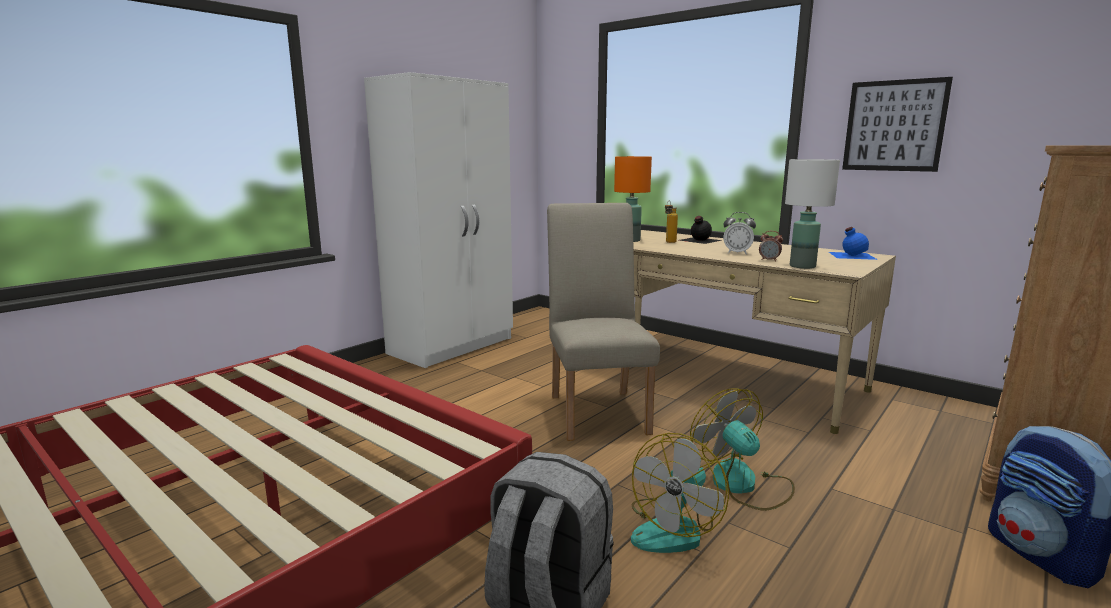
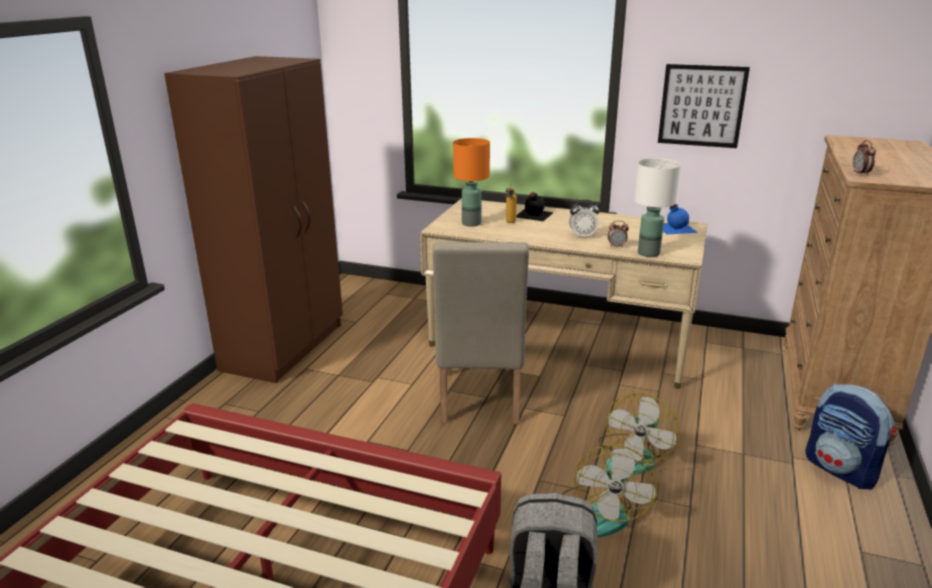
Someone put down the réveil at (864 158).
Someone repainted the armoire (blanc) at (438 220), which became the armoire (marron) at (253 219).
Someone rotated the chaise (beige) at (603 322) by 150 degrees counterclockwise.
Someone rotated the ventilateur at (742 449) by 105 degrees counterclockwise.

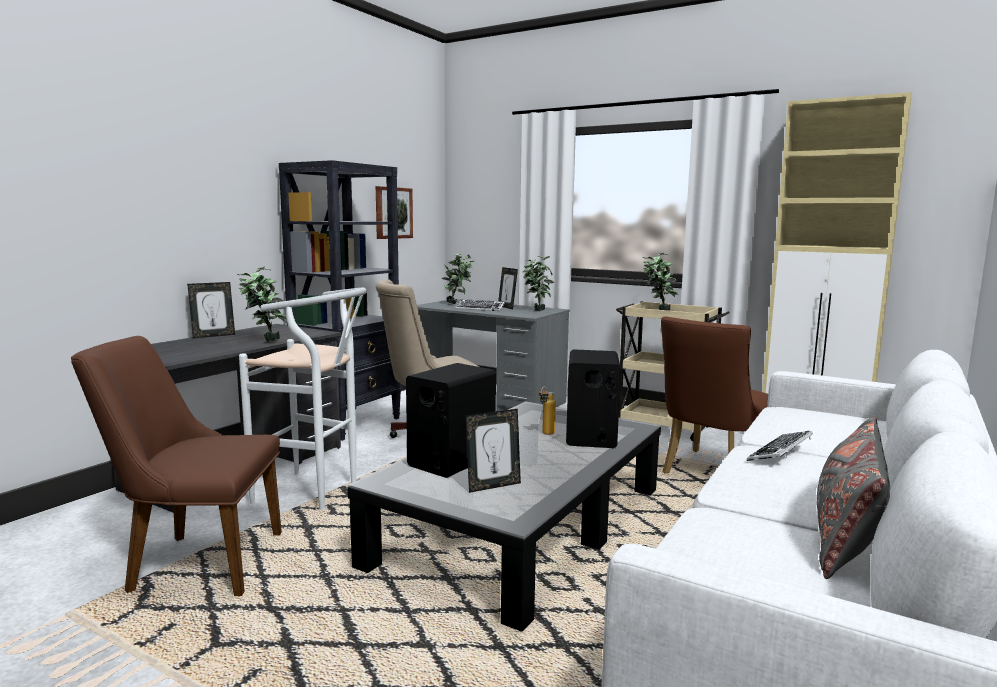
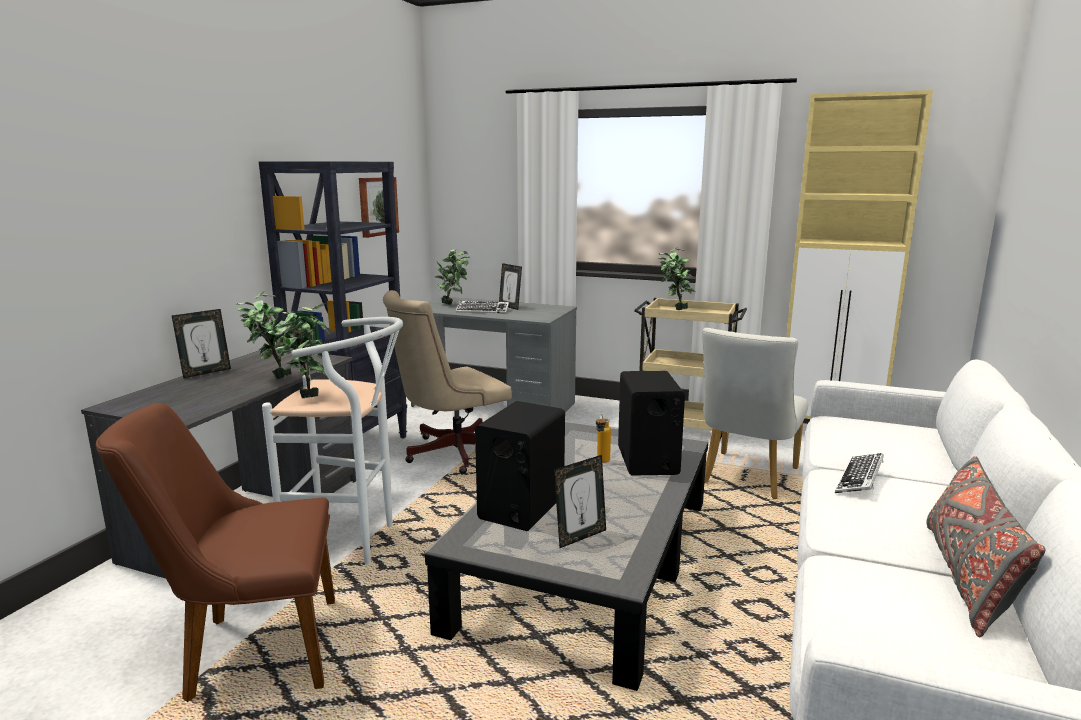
Someone carried the plante en pot from (538 283) to (302 350).
Someone repainted the chaise (marron) at (714 394), which became the chaise (blanc) at (755 413).

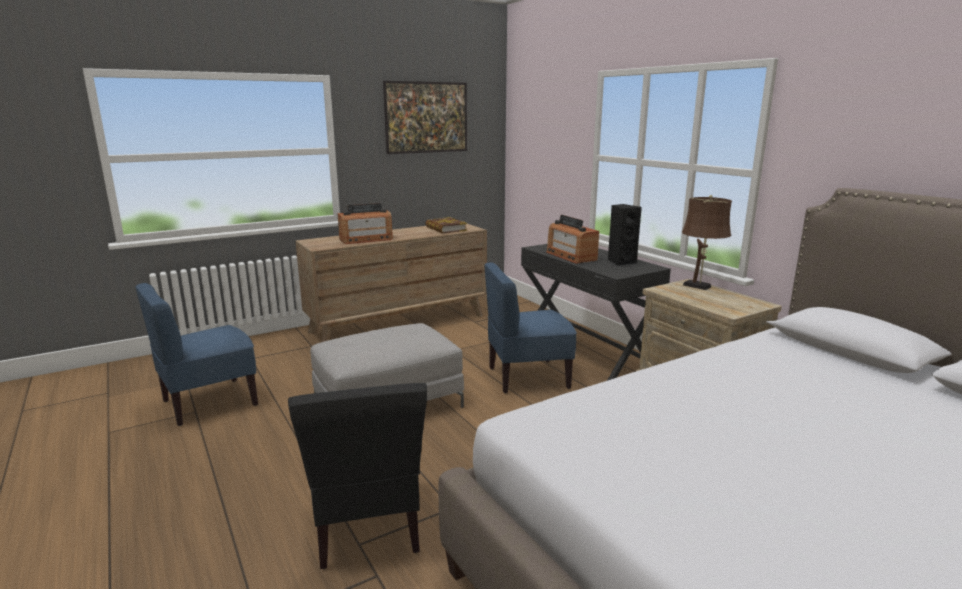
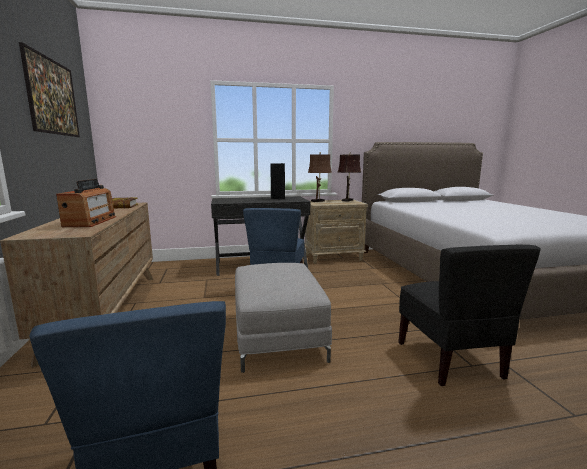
Someone took away the radio at (572 239).
Someone put down the lampe de table (marron) at (349 177).
Someone rotated the chaise (noir) at (357 476) by 75 degrees clockwise.

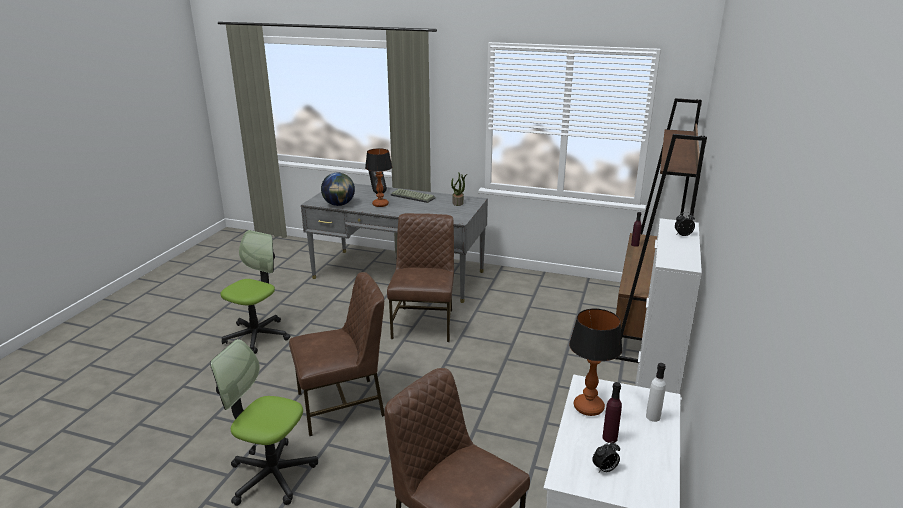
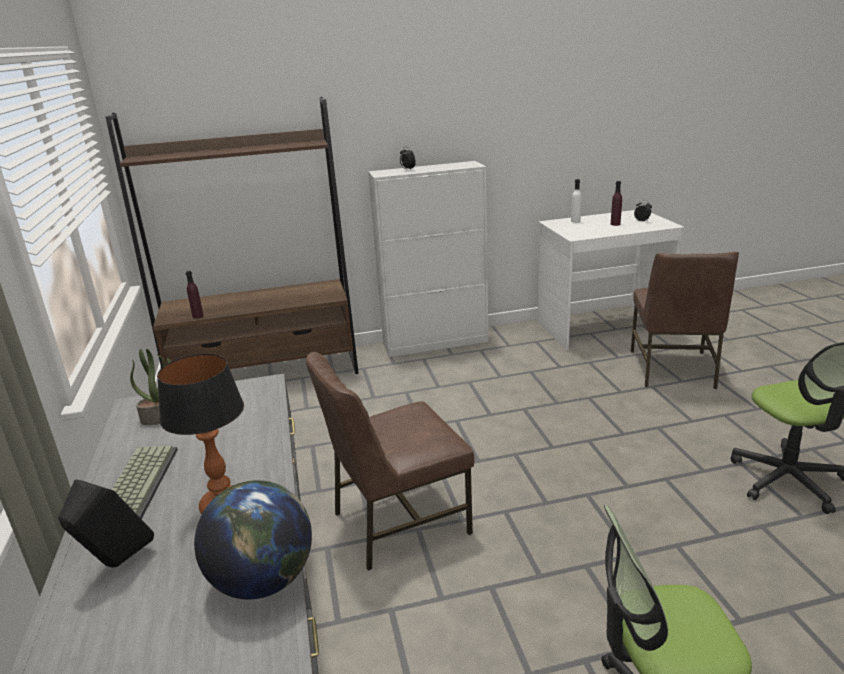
Someone took away the chaise (marron) at (336 354).
Someone took away the lampe de table at (595 362).

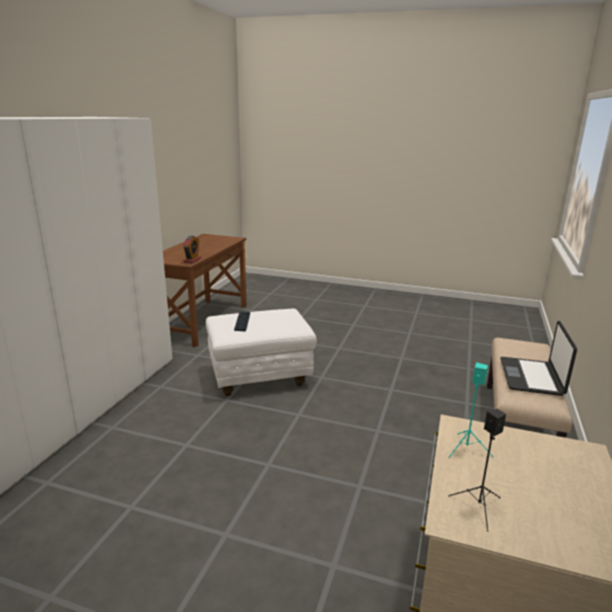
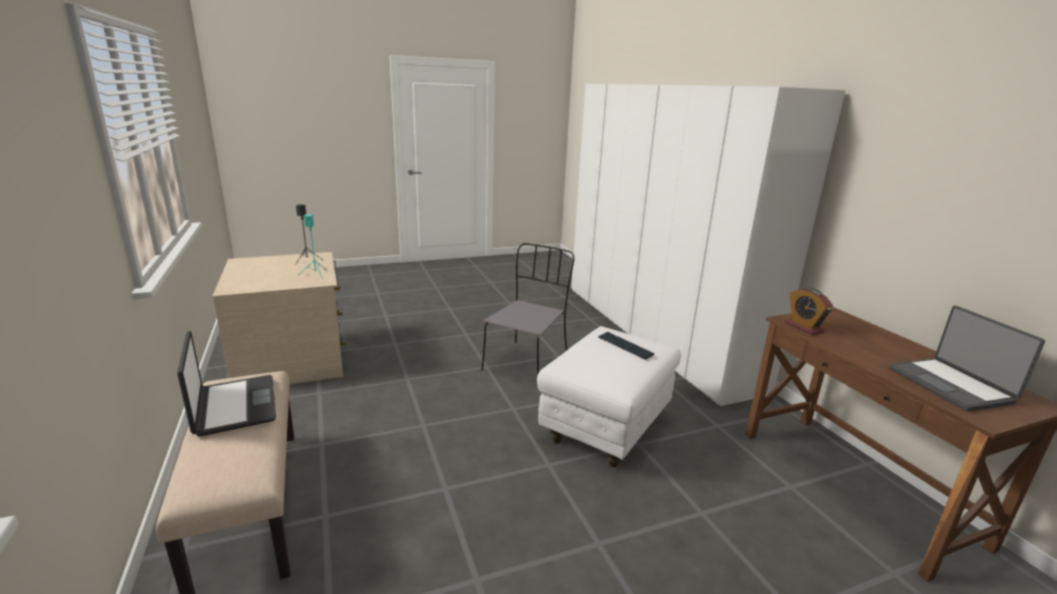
Someone put down the chaise (gris) at (527 308).
Someone put down the ordinateur portable at (967 359).

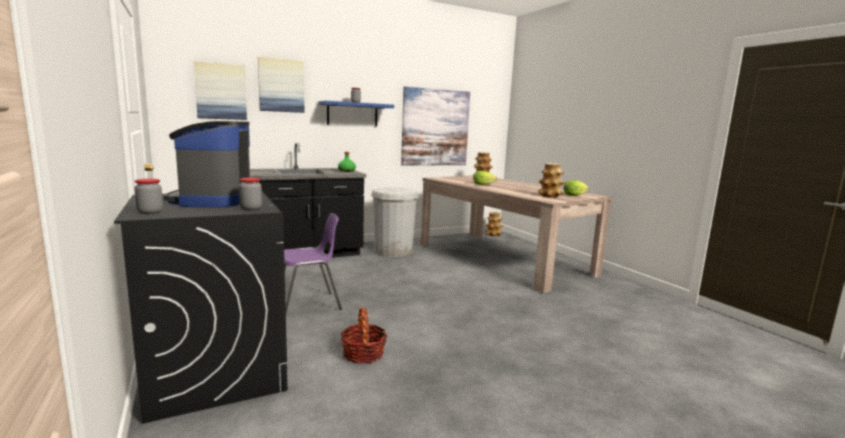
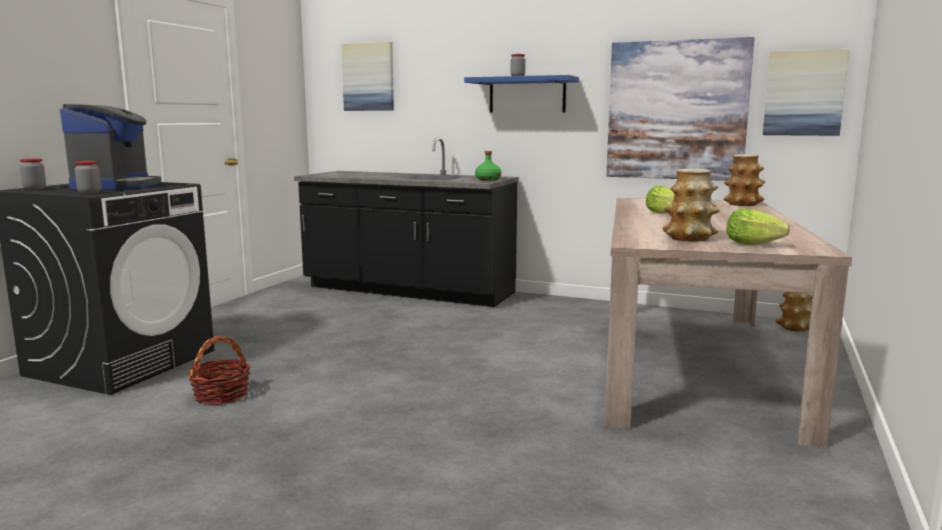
Someone took away the chaise (violet) at (313 263).
Someone took away the poubelle (blanc) at (395 222).
Someone carried the tableau from (281 85) to (806 92).
Someone rotated the machine à café at (207 164) by 135 degrees clockwise.

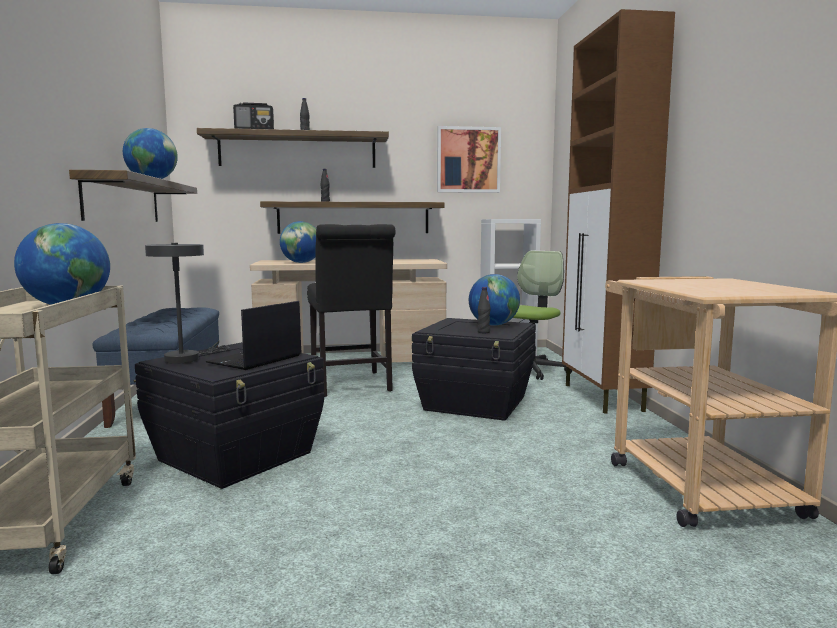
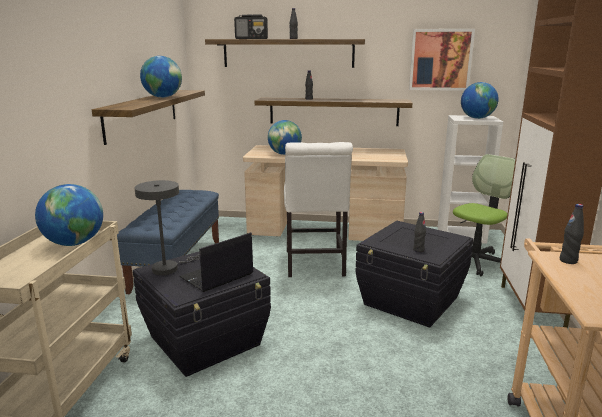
Someone put down the bouteille (noir) at (572 234).
Someone carried the globe from (494 300) to (480 100).
Someone repainted the chaise (noir) at (351 310), which became the chaise (blanc) at (318 209).

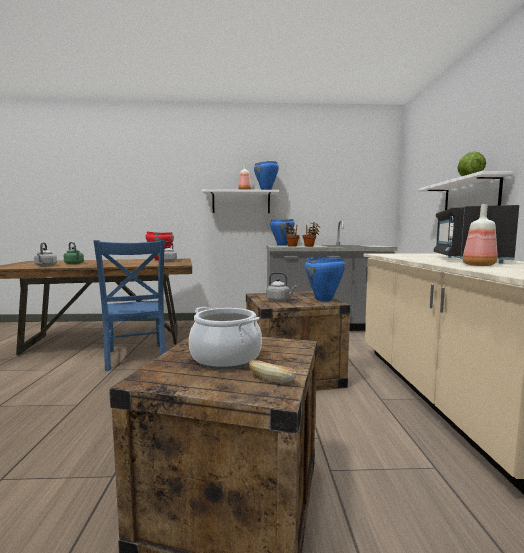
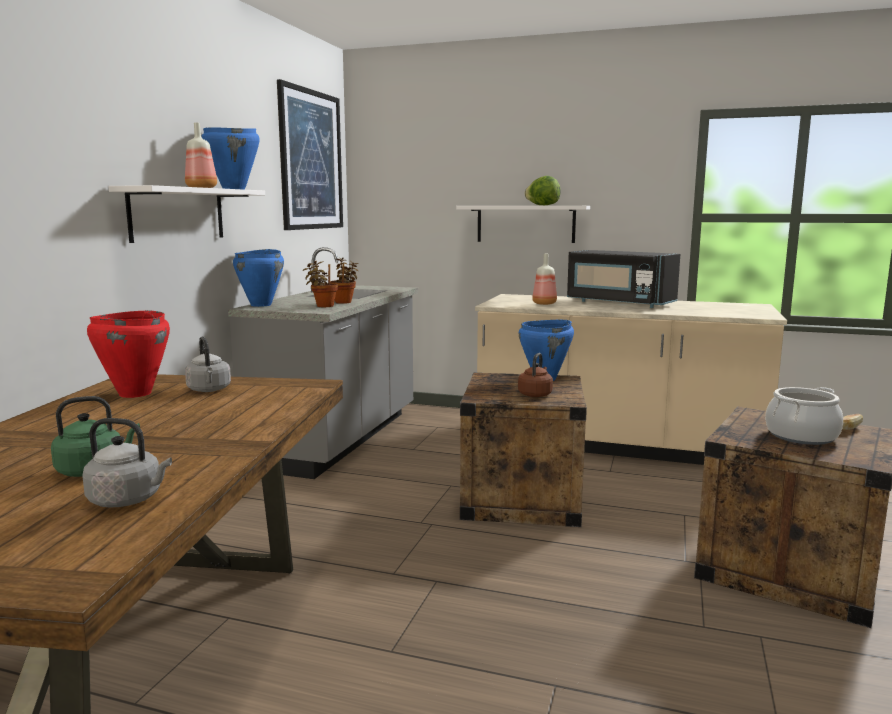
Someone took away the chaise (bleu) at (129 305).
Someone put up the tableau at (310 154).
Someone carried the bouteille from (480 235) to (544 279).
Someone repainted the bouilloire (gris) at (281 287), which became the bouilloire (marron) at (535 375).

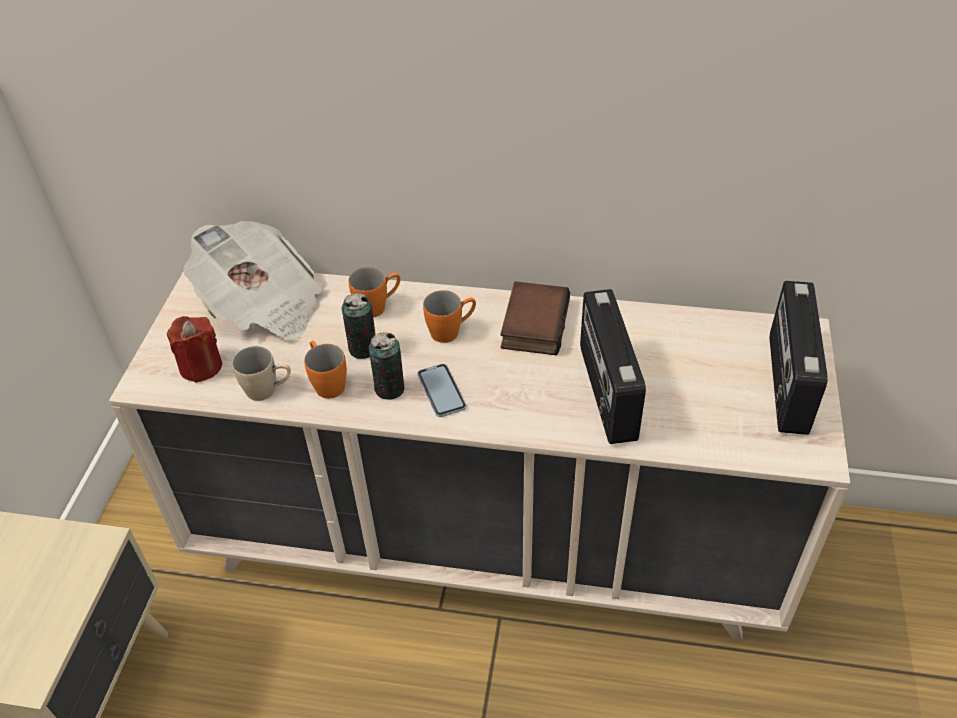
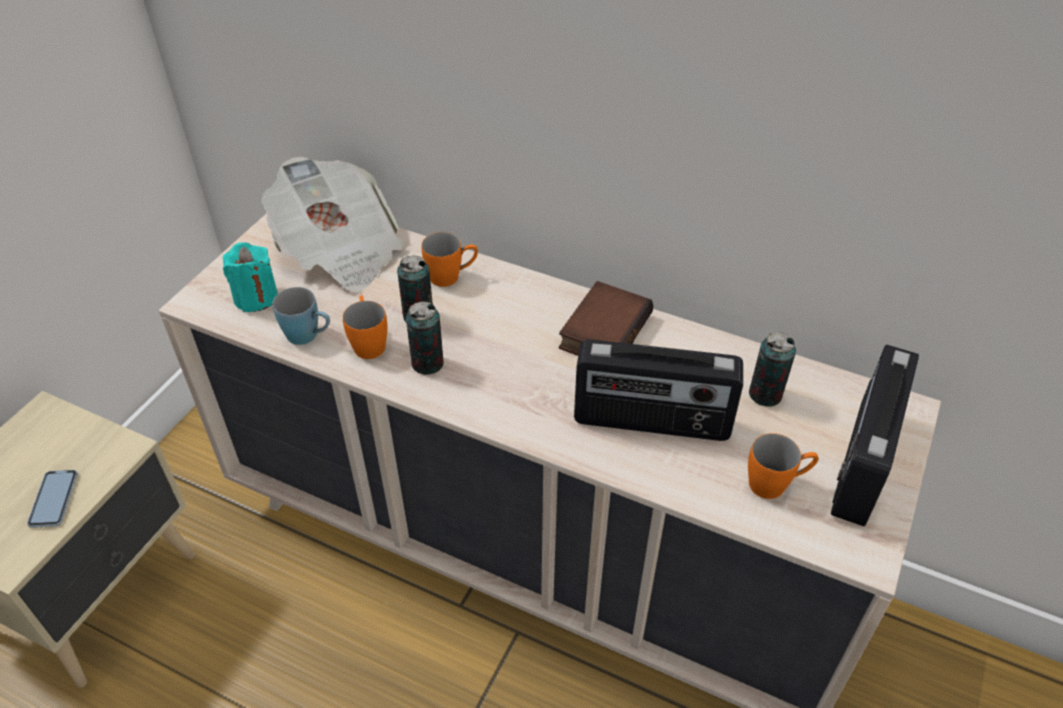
Someone put down the boîte métallique at (772 369).
Someone carried the téléphone from (442 390) to (52 499).
Someone carried the mug (orange) from (449 316) to (783 466).
Someone repainted the bougie (rouge) at (194 349), which became the bougie (turquoise) at (250 277).
Someone repainted the mug (beige) at (261 373), which became the mug (bleu) at (301 316).
Someone rotated the radio at (613 366) by 90 degrees counterclockwise.

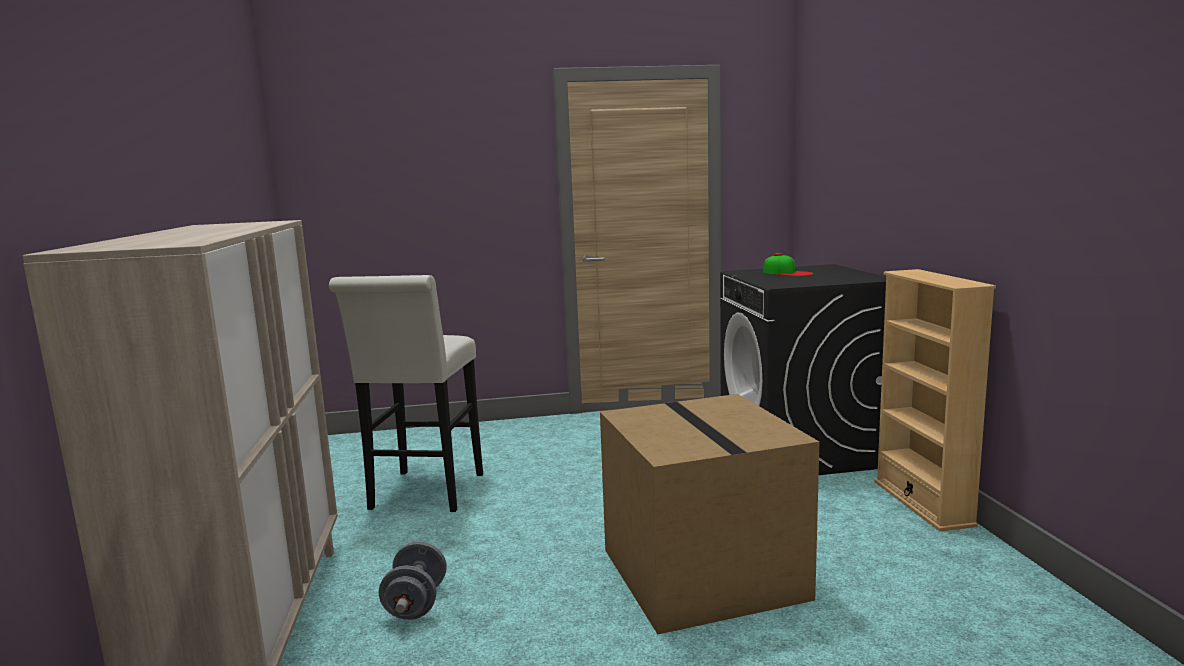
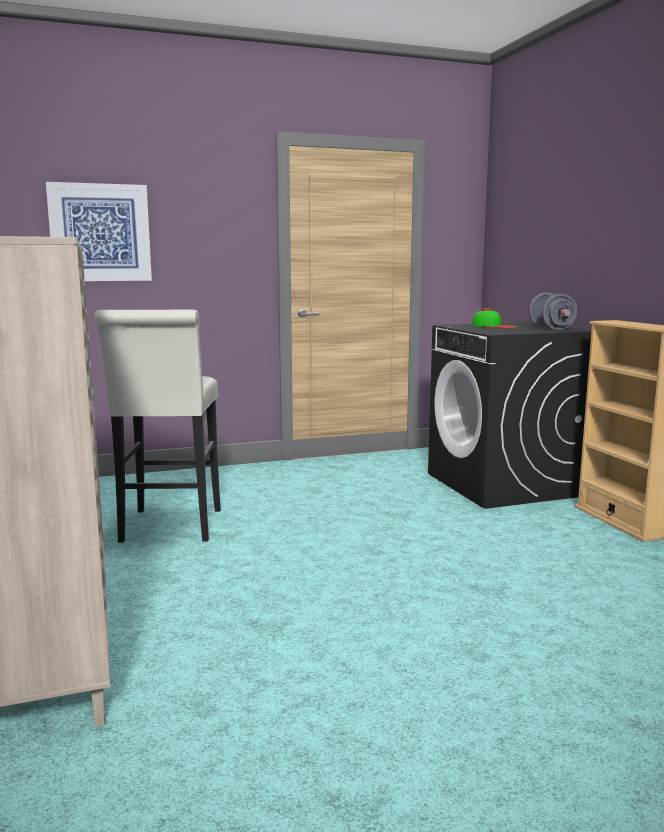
Someone took away the carton at (709 514).
Someone put up the tableau at (99 231).
Someone carried the haltère (gris) from (413 580) to (553 311).

